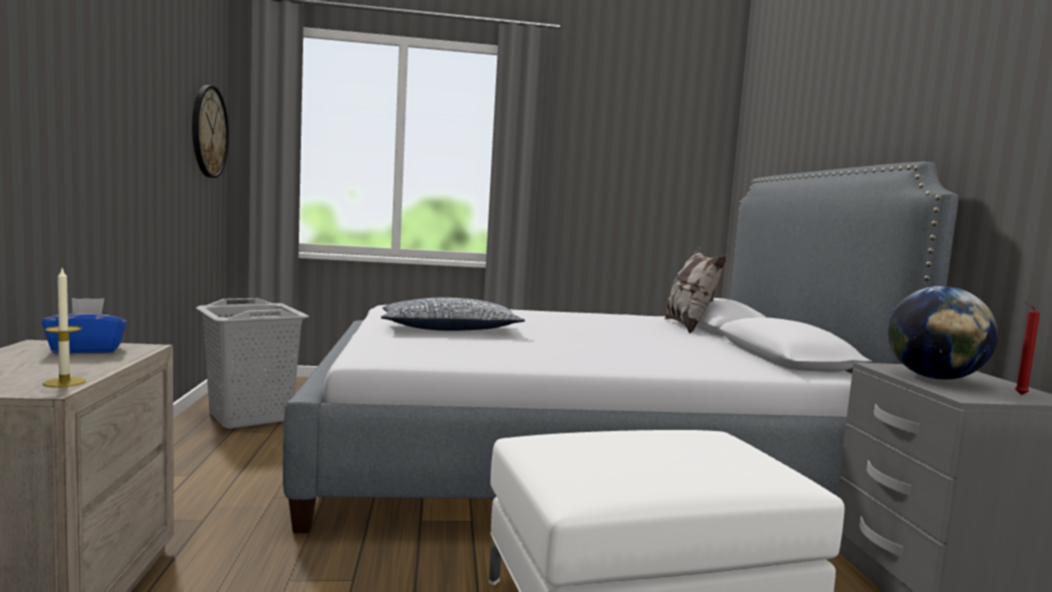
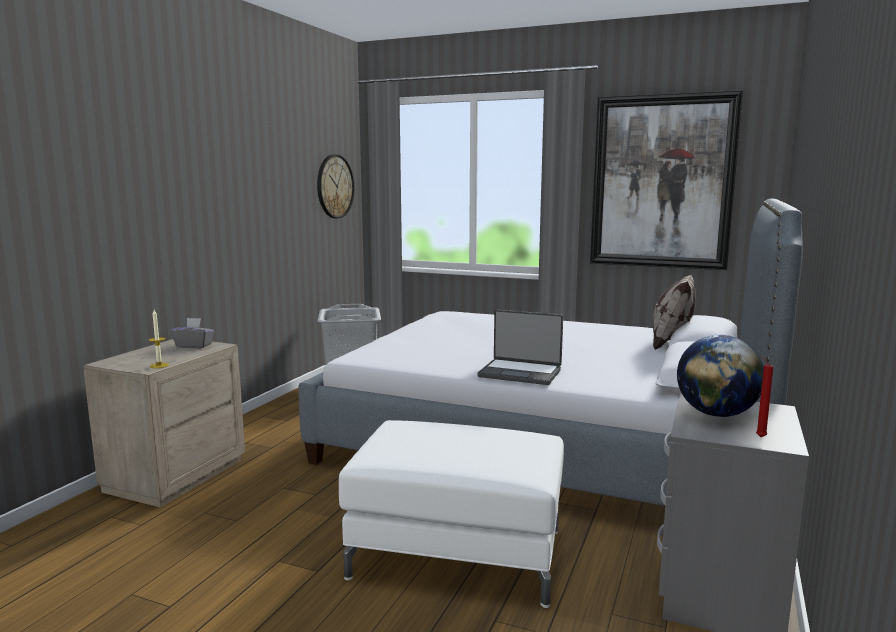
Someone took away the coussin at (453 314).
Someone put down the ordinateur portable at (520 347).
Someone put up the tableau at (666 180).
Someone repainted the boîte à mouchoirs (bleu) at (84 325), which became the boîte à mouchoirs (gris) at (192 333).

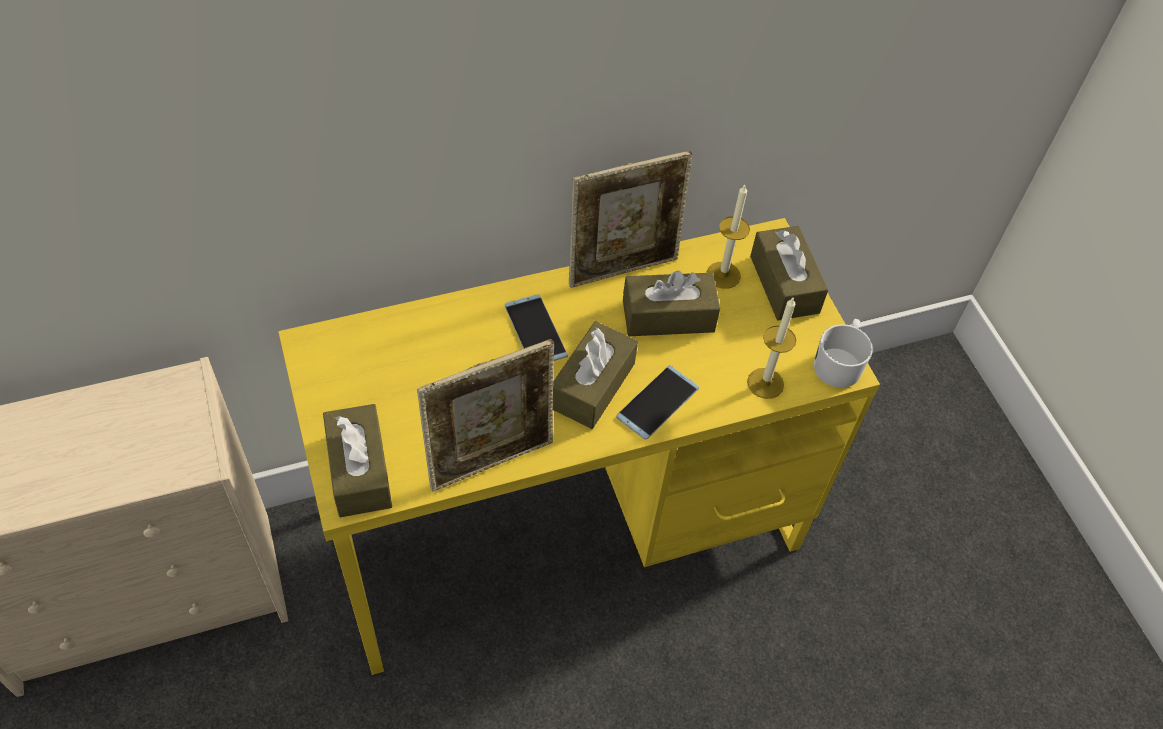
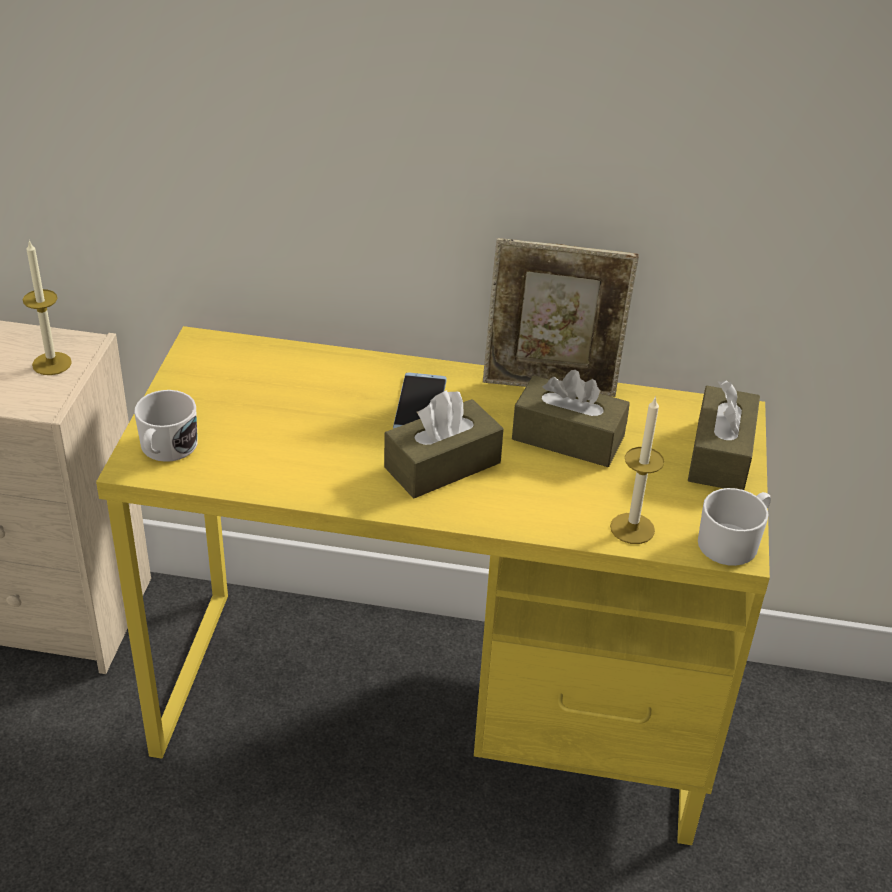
Someone took away the cadre photo at (485 415).
Someone took away the téléphone at (657 402).
Someone carried the bougie from (728 237) to (47 307).
Someone swapped the boîte à mouchoirs (marron) at (357 460) for the mug (blanc) at (166 426).

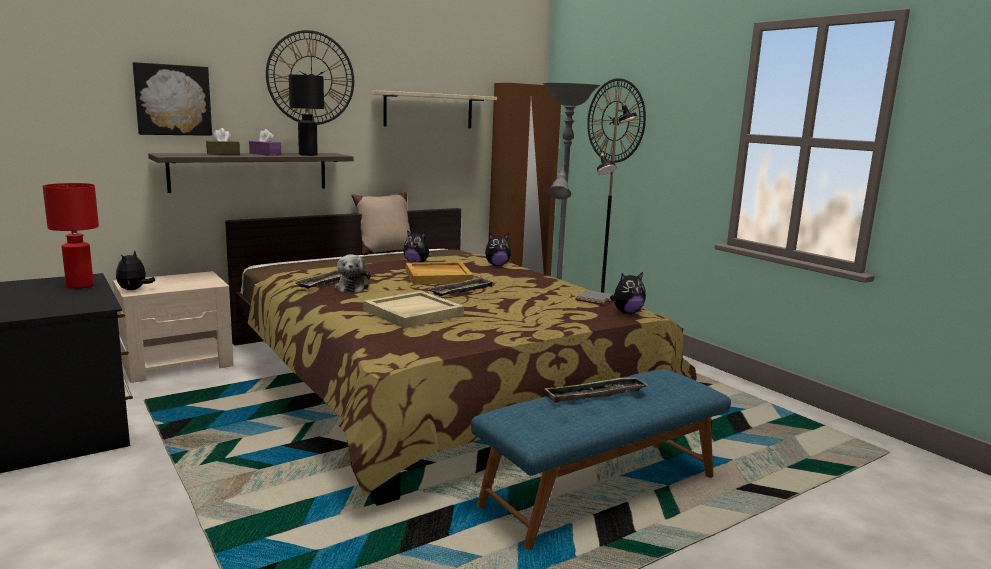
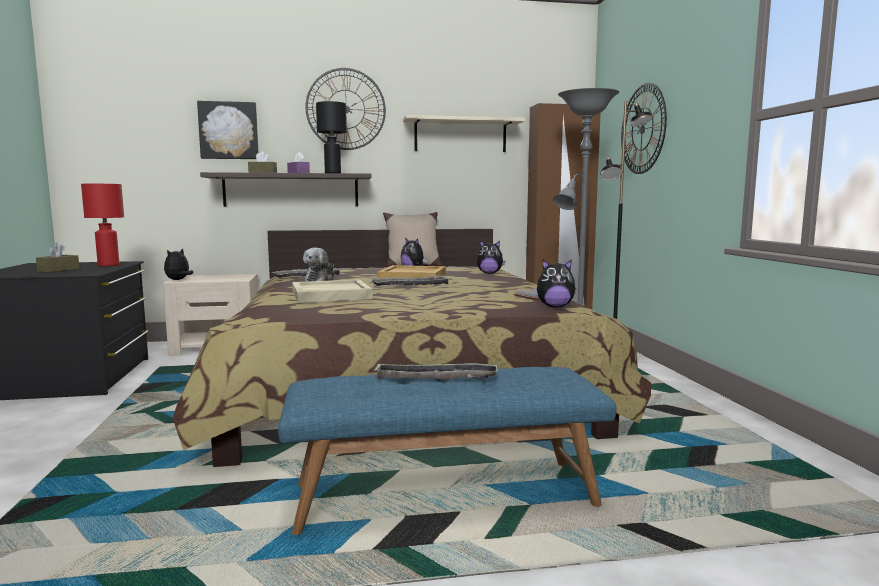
Someone put down the boîte à mouchoirs (marron) at (58 258).

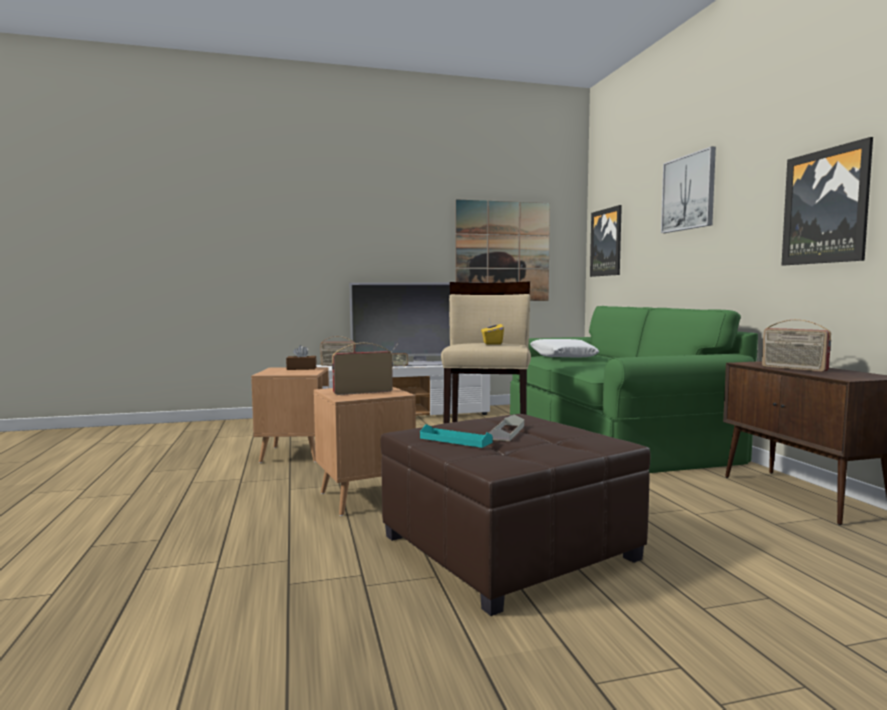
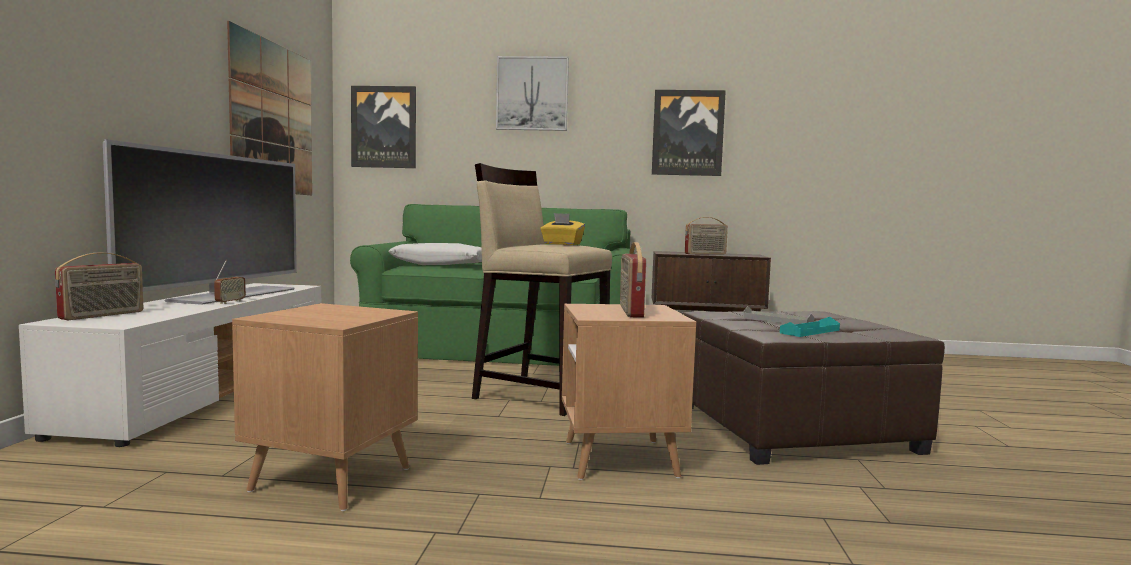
Someone took away the boîte à mouchoirs (marron) at (301 357).

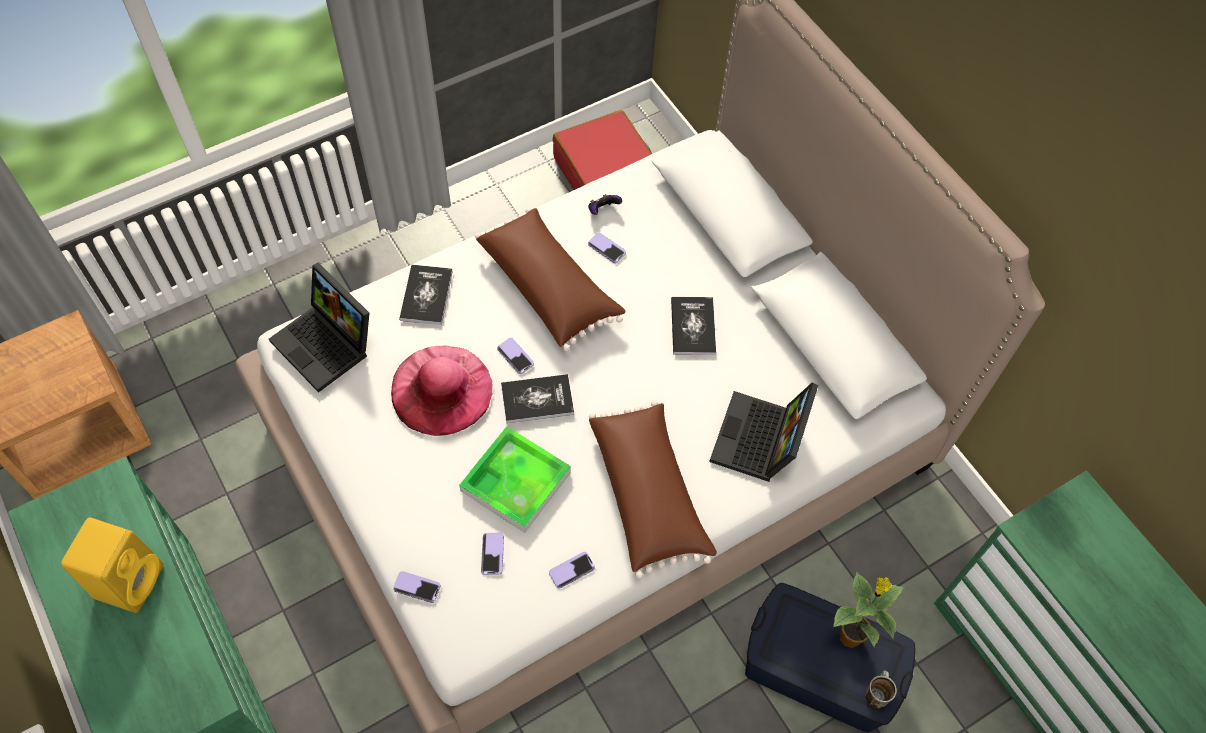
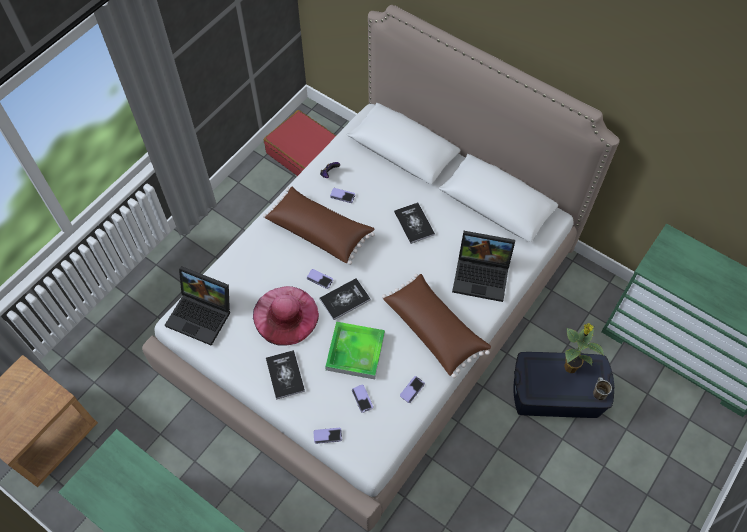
Someone took away the enceinte (jaune) at (112 565).
Someone carried the livre from (426 295) to (285 374).
Someone rotated the ordinateur portable at (763 432) by 75 degrees counterclockwise.

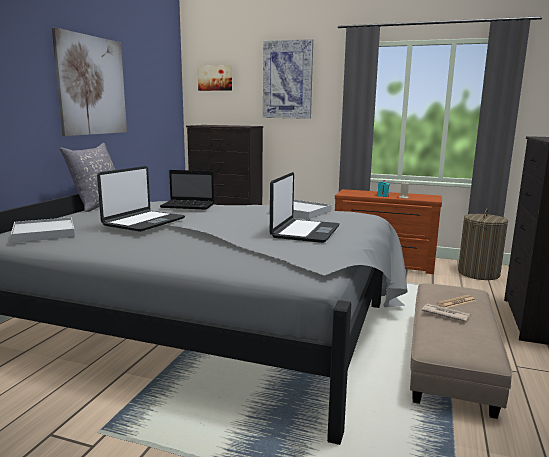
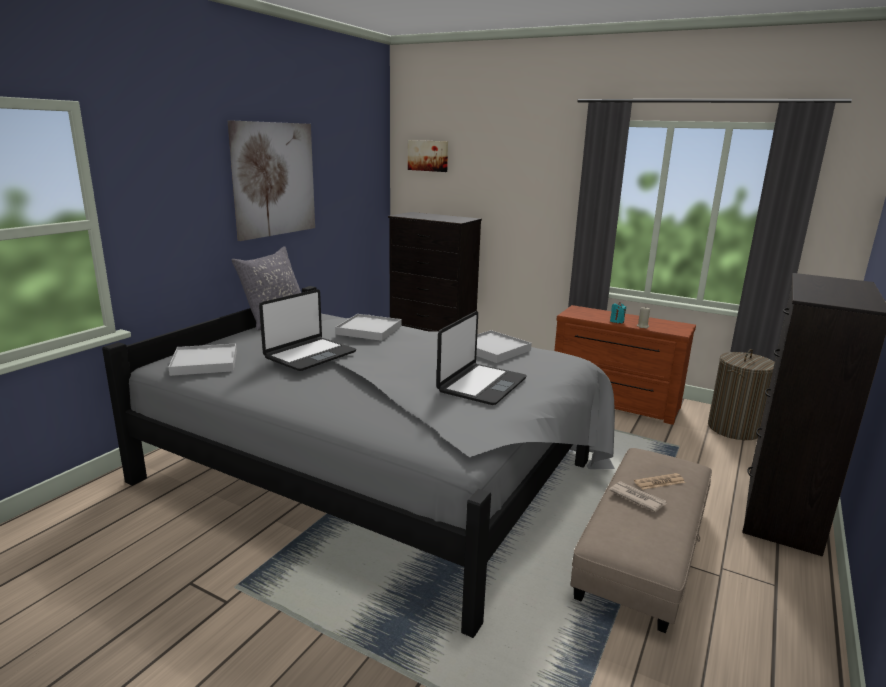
Someone took away the tableau at (288 79).
Someone swapped the ordinateur portable at (187 190) for the plateau (blanc) at (368 327).

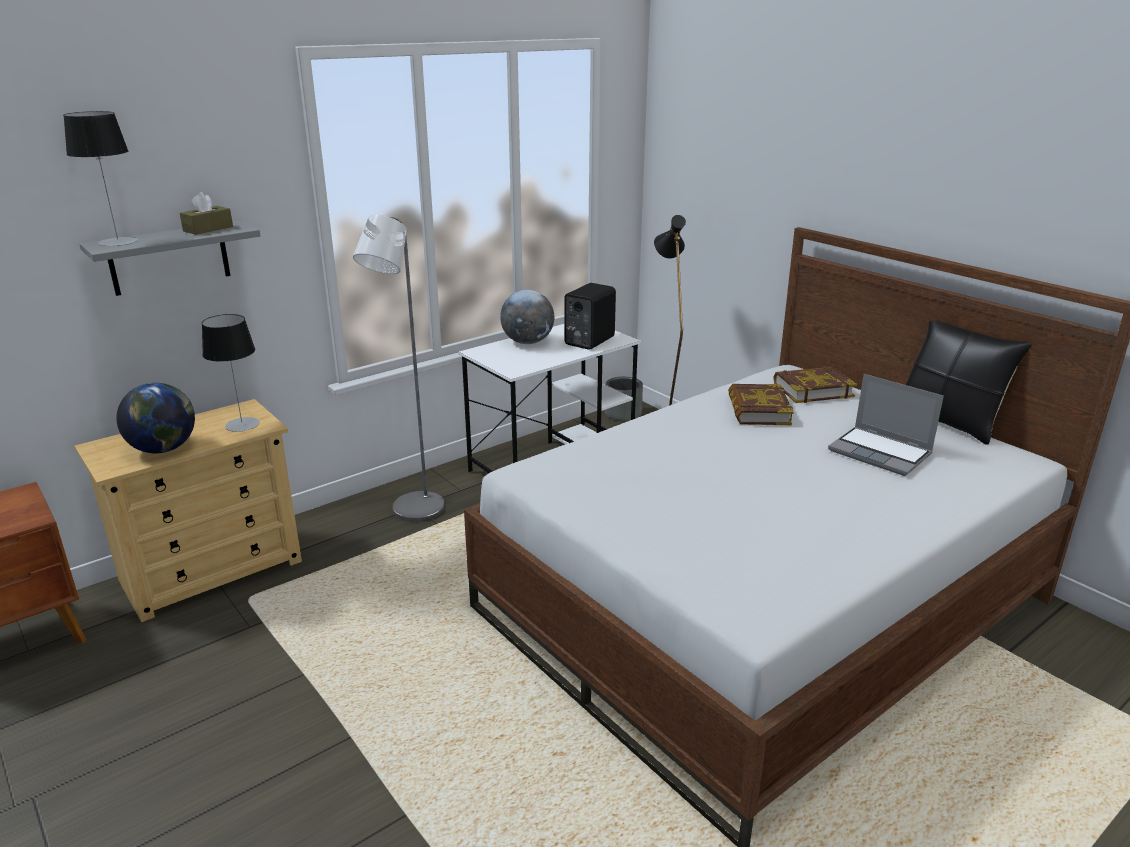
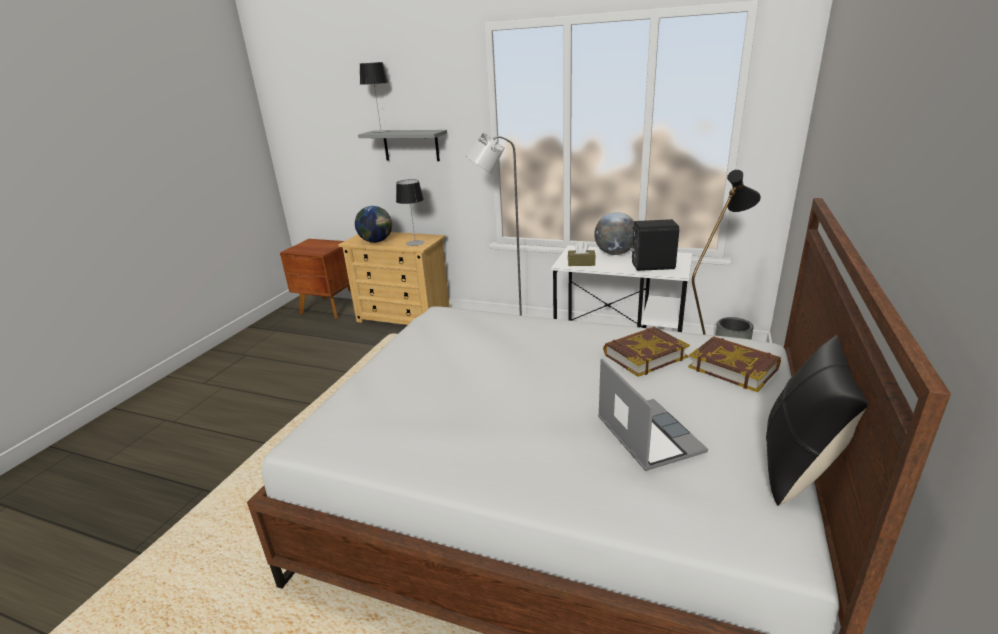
Someone carried the boîte à mouchoirs (marron) from (206 213) to (582 254).
Someone rotated the ordinateur portable at (886 425) by 150 degrees clockwise.

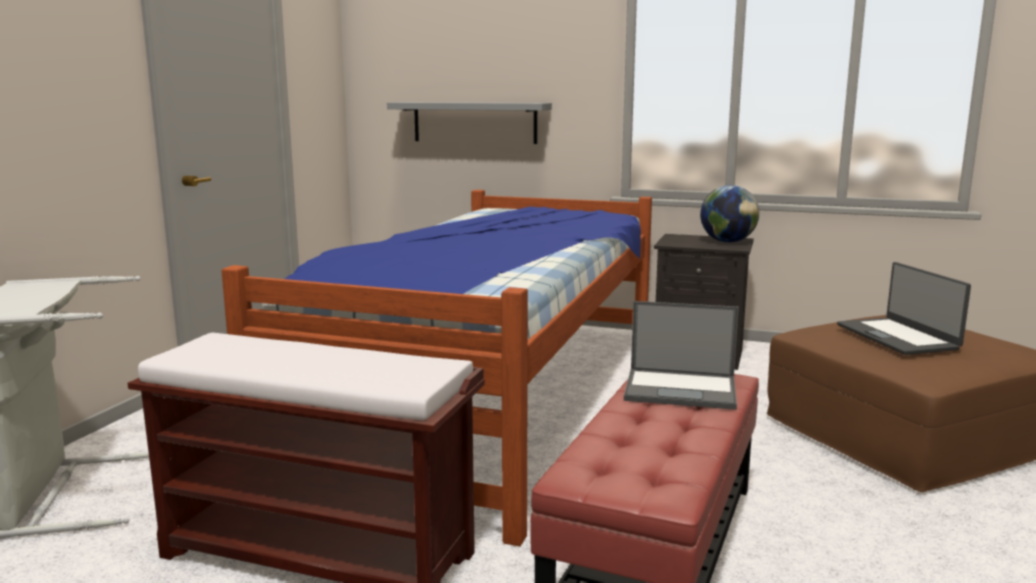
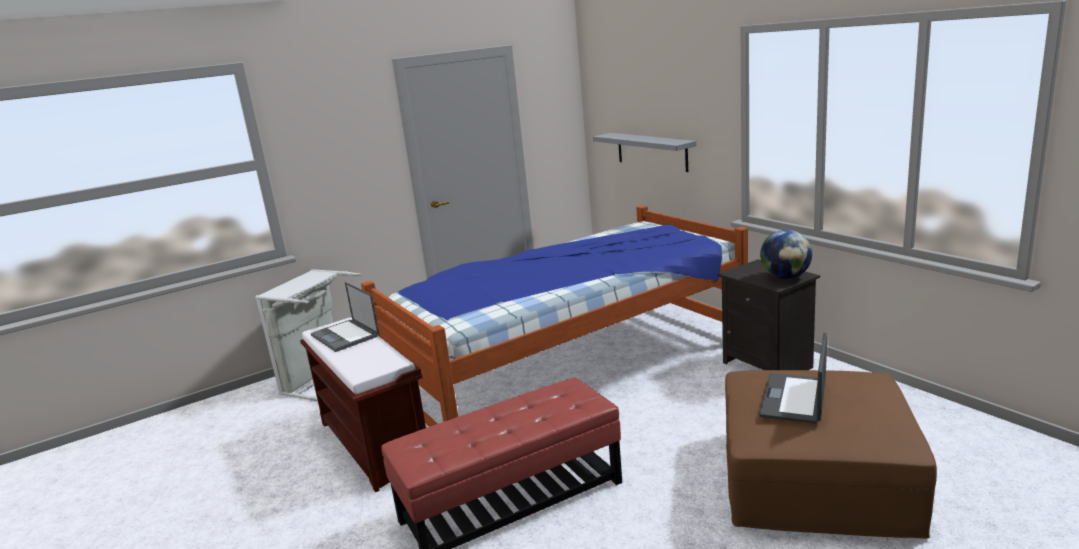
Someone carried the ordinateur portable from (681 355) to (345 317).

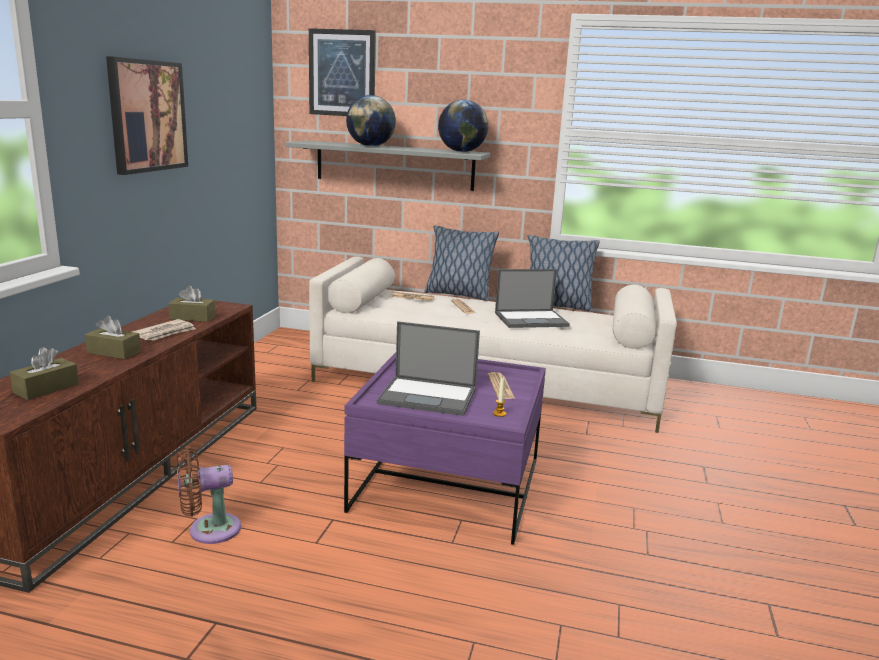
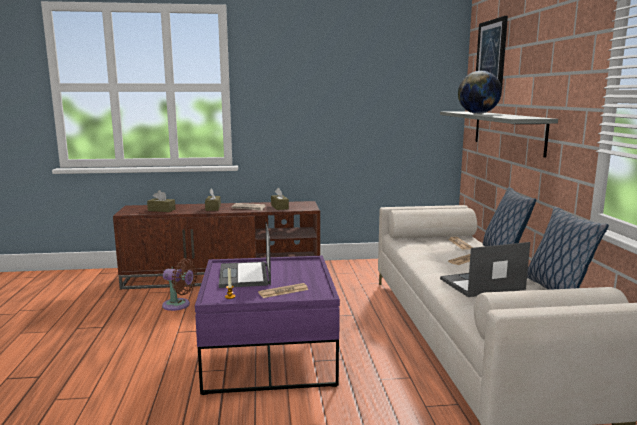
Someone took away the tableau at (147 115).
Someone took away the globe at (463 126).
Someone rotated the ventilateur (marron) at (209 496) by 150 degrees clockwise.
Someone rotated the ordinateur portable at (532 298) by 105 degrees clockwise.

